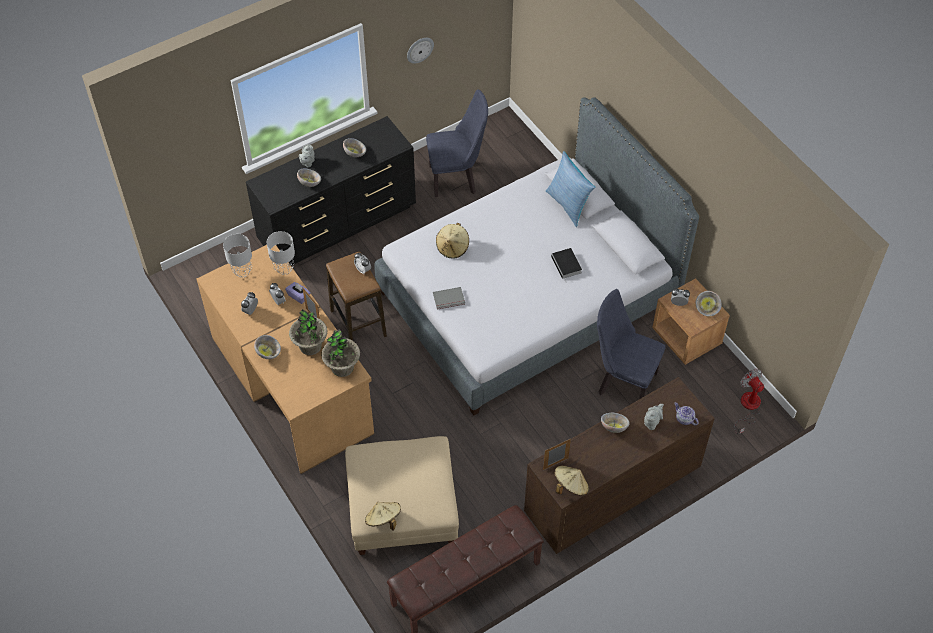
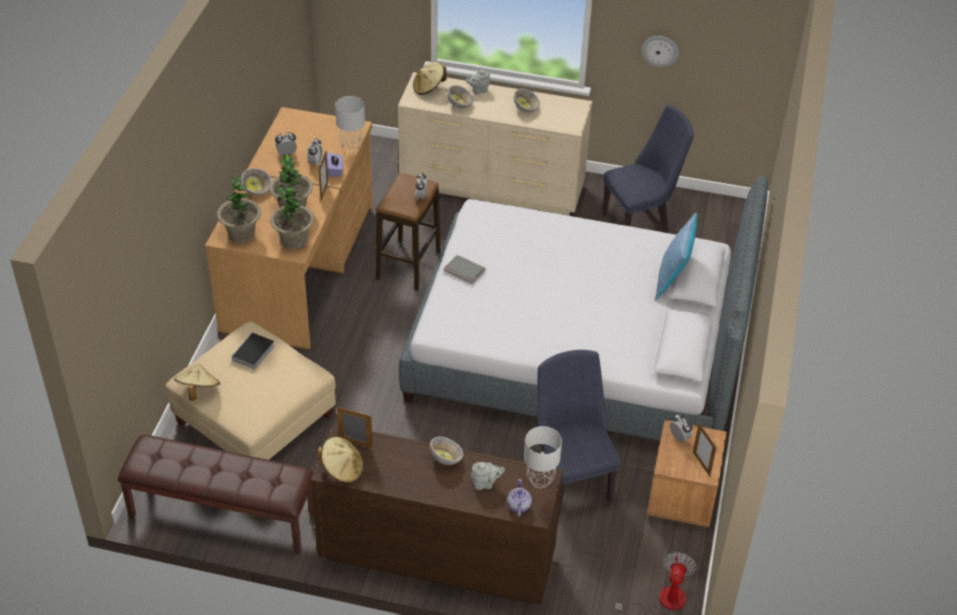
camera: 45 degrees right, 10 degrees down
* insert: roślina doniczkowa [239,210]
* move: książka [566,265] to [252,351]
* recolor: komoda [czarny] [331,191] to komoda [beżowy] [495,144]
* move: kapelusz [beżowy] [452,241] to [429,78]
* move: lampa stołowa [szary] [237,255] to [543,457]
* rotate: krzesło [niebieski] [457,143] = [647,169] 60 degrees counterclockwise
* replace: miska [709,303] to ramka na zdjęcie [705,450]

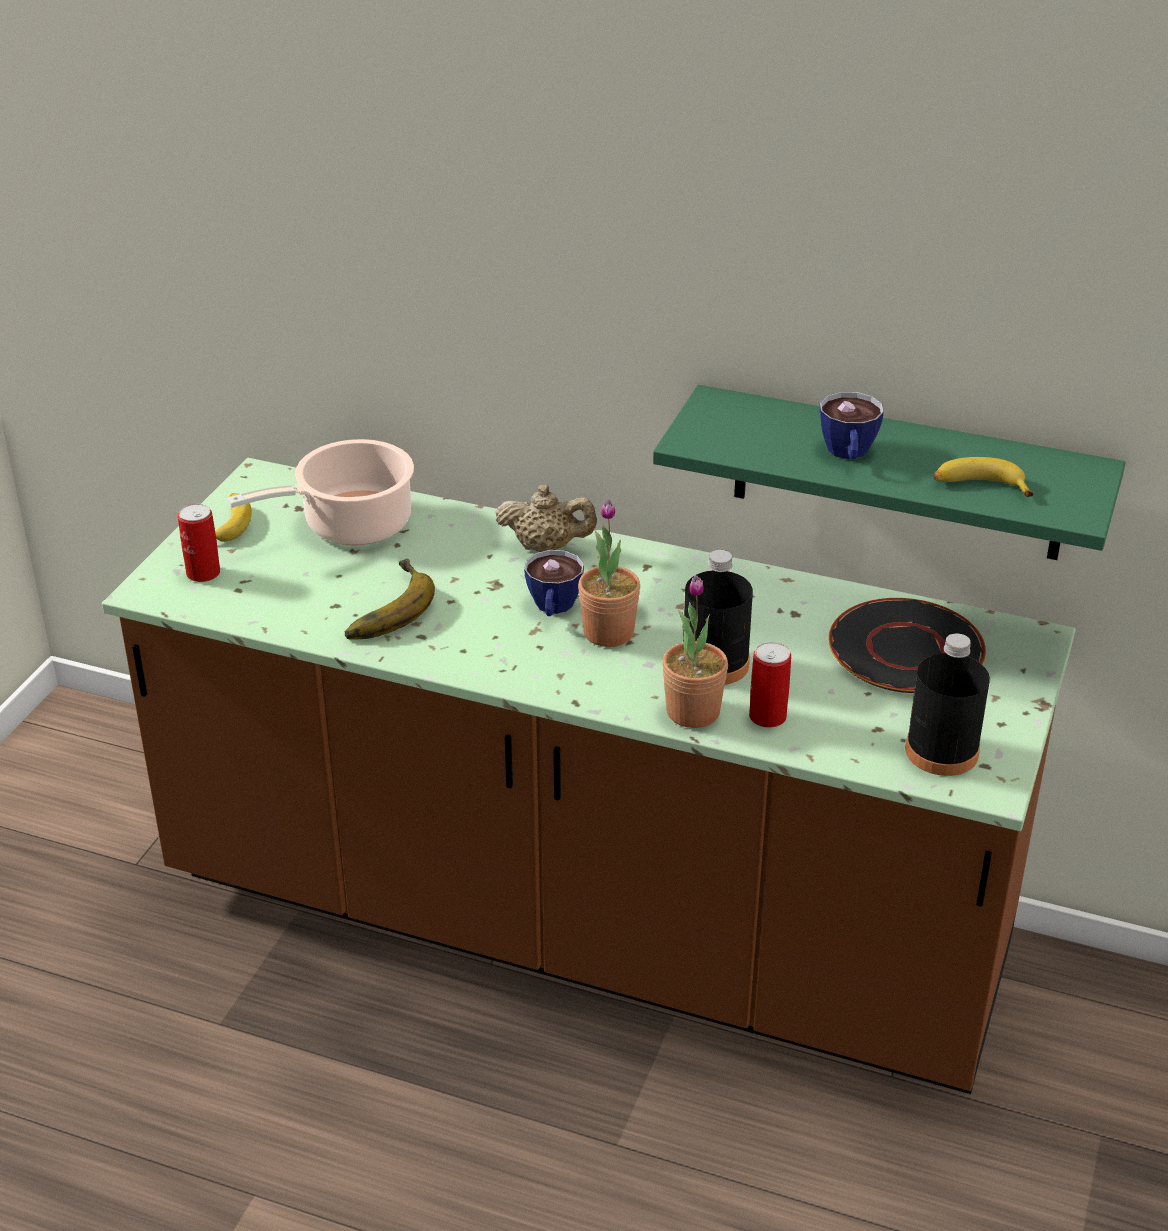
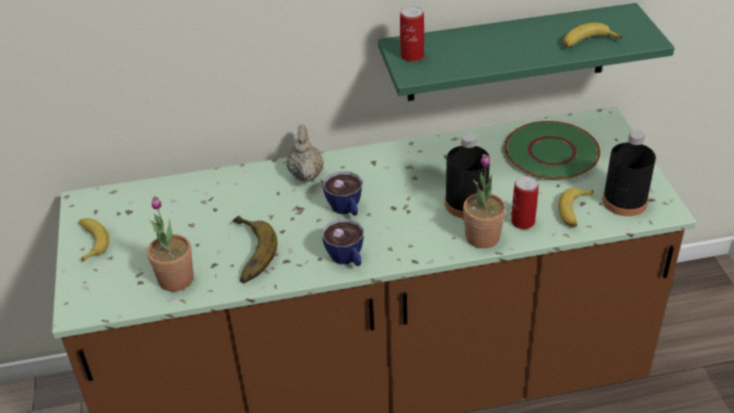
camera: 30 degrees left, 5 degrees up
* move: roślina doniczkowa [609,573] to [170,243]
* rotate: imbryk [beżowy] [546,518] = [305,154] 75 degrees counterclockwise
* move: filiżanka [852,425] to [342,242]
* move: puszka [199,543] to [412,34]
* recolor: talerz [czarny] [907,645] to talerz [zielony] [553,150]
* insert: banan [576,207]
* delete: garnek [320,492]

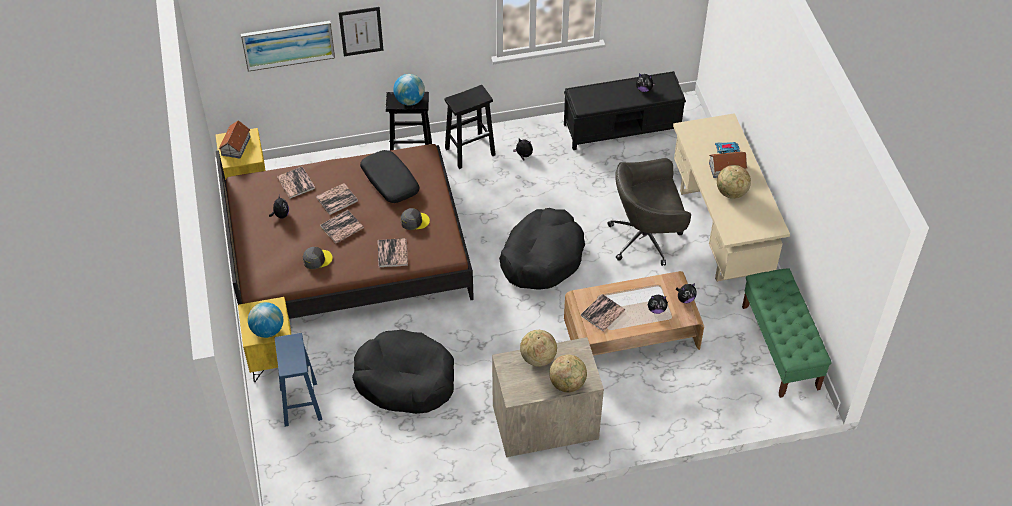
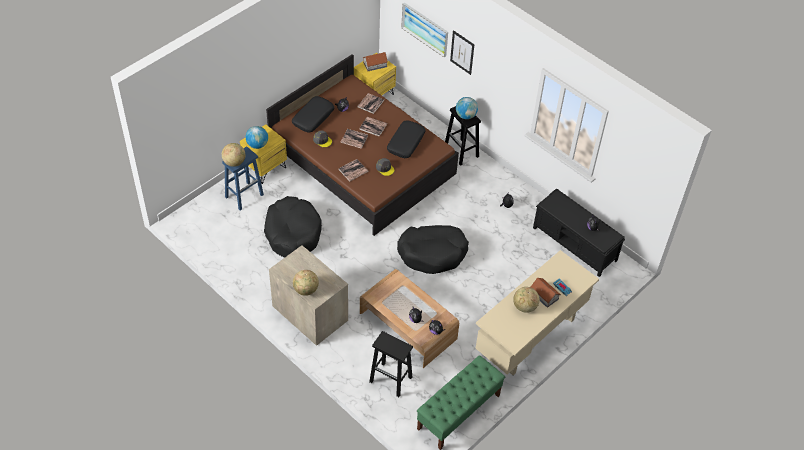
camera: 55 degrees right, 0 degrees up
* move: globus [538,348] to [233,155]
* insert: poduszka [czarny] [313,114]
* move: stołek [czarny] [470,127] to [391,364]
* delete: książka [603,312]
* delete: krzesło biurowe [szary] [649,212]

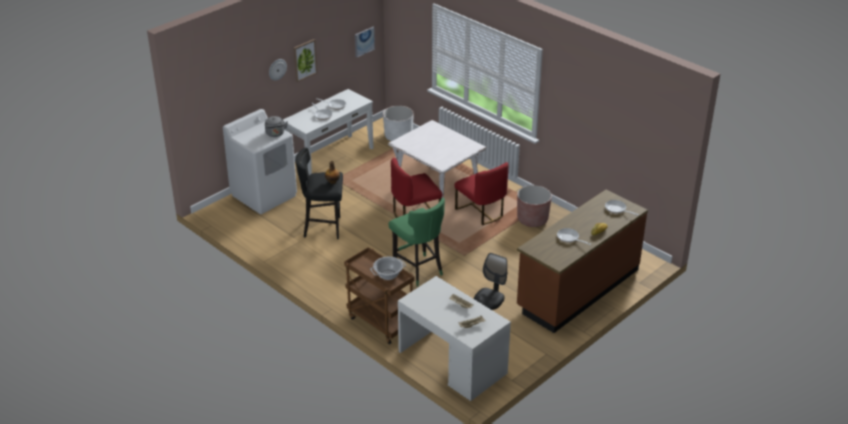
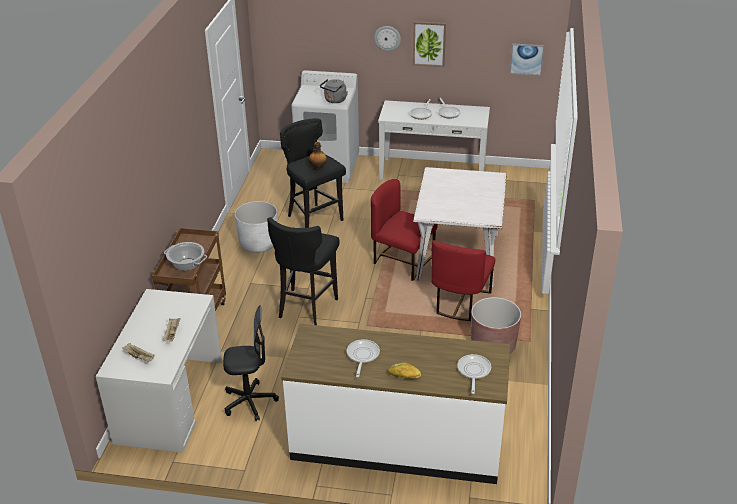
camera: 55 degrees right, 0 degrees up
* move: donica [biały] [398,123] to [256,227]
* recolor: stołek [zielony] [417,242] to stołek [czarny] [303,271]
* recolor: zabudowa kuchenna [brązowy] [582,261] to zabudowa kuchenna [biały] [395,404]

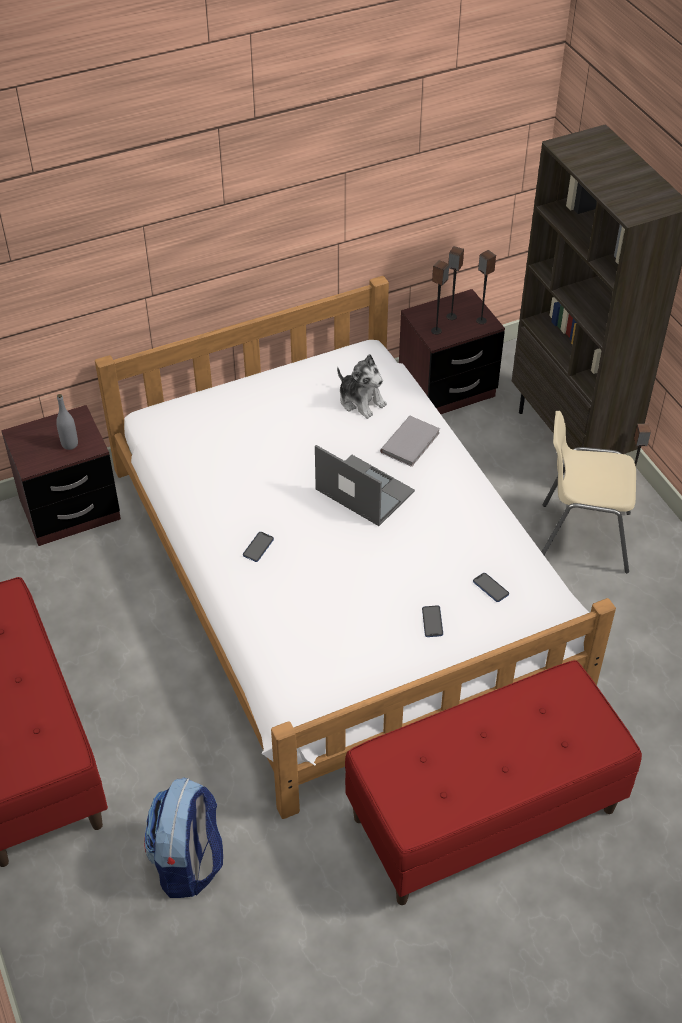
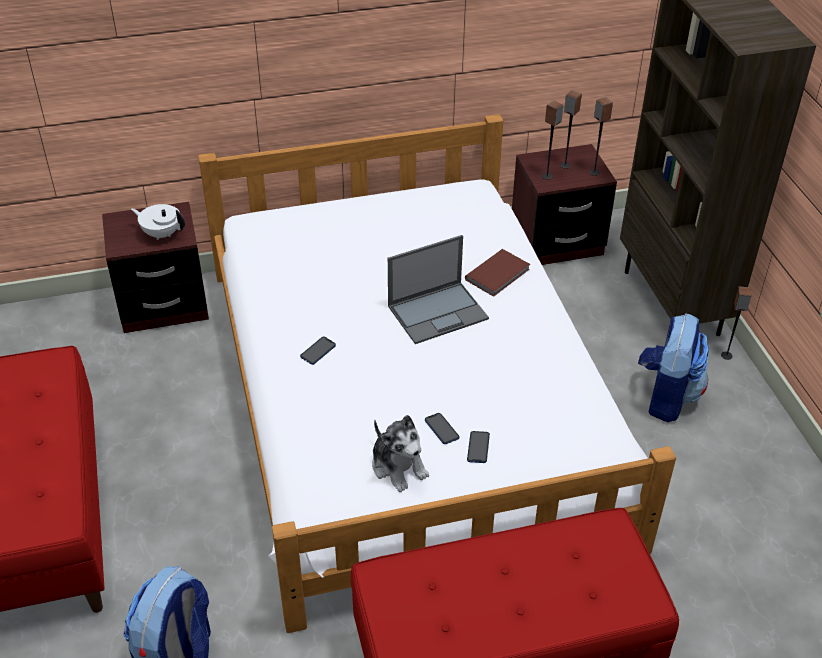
camera: 10 degrees right, 5 degrees down
* replace: butelka [szary] [67,422] to imbryk [biały] [158,222]
* move: pluszak [362,386] to [400,453]
* rotate: laptop [365,485] = [438,289] 105 degrees clockwise
* move: telefon [491,587] to [442,428]
* recolor: książka [szary] [410,441] to książka [brązowy] [497,273]
* replace: krzesło [beżowy] [589,492] to plecak [673,368]

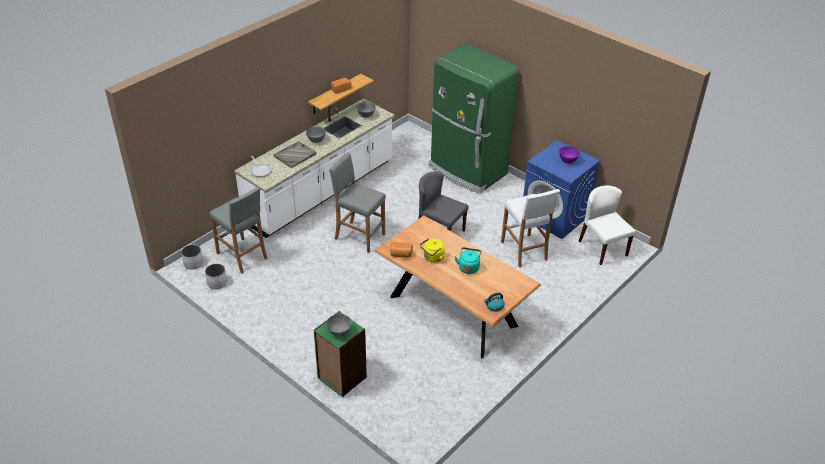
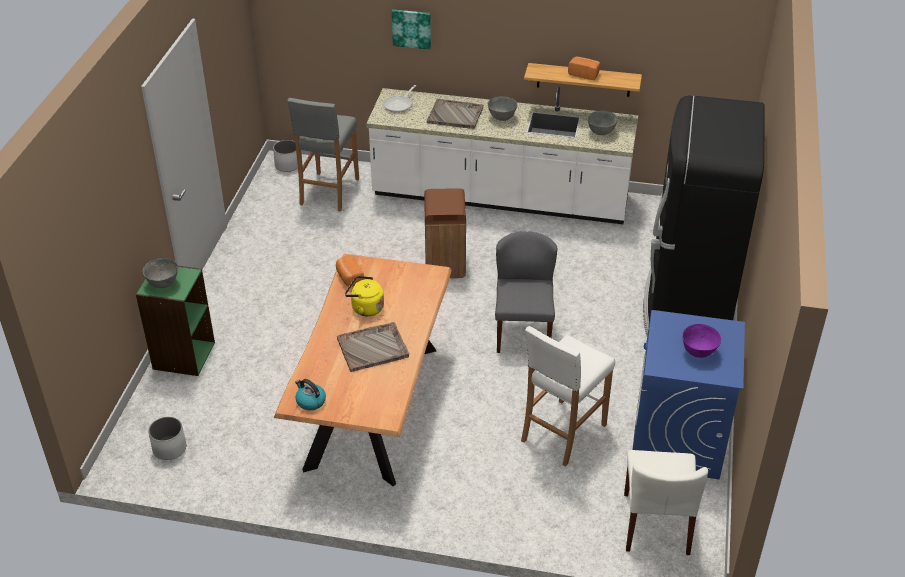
camera: 60 degrees right, 0 degrees up
* move: donica [biały] [216,276] to [167,438]
* replace: czajnik [turkusowy] [468,260] to taca [szary] [373,347]
* insert: obraz [411,29]
* replace: stołek [szary] [357,202] to kosz na śmieci [brązowy] [445,233]
* rotate: krzesło [biały] [607,225] = [666,502] 150 degrees clockwise
* recolor: lodówka [zielony] [473,119] to lodówka [czarny] [704,216]

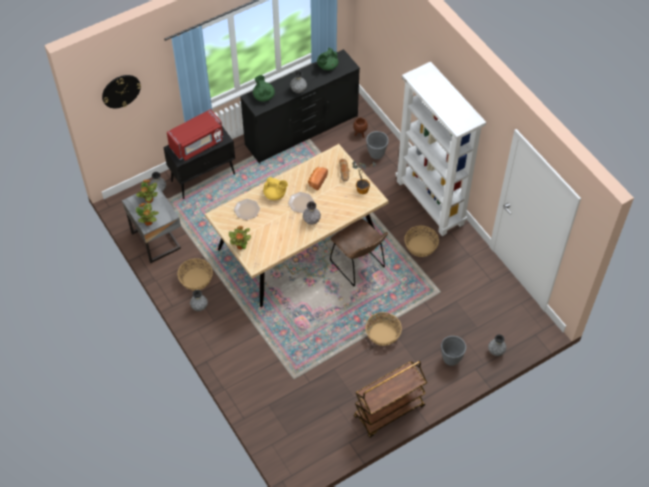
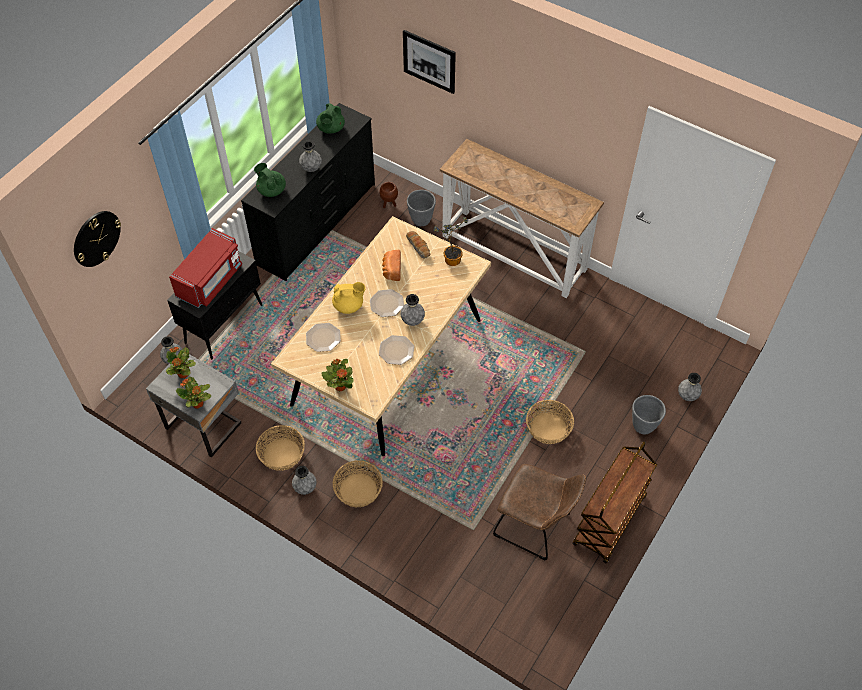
camera: 25 degrees left, 0 degrees up
* move: koszyk [421,241] to [358,484]
* insert: talerz [397,350]
* insert: obraz [429,62]
* replace: regał [biały] [440,149] to stolik konsolowy [522,218]
* move: krzesło [brązowy] [359,253] to [539,512]

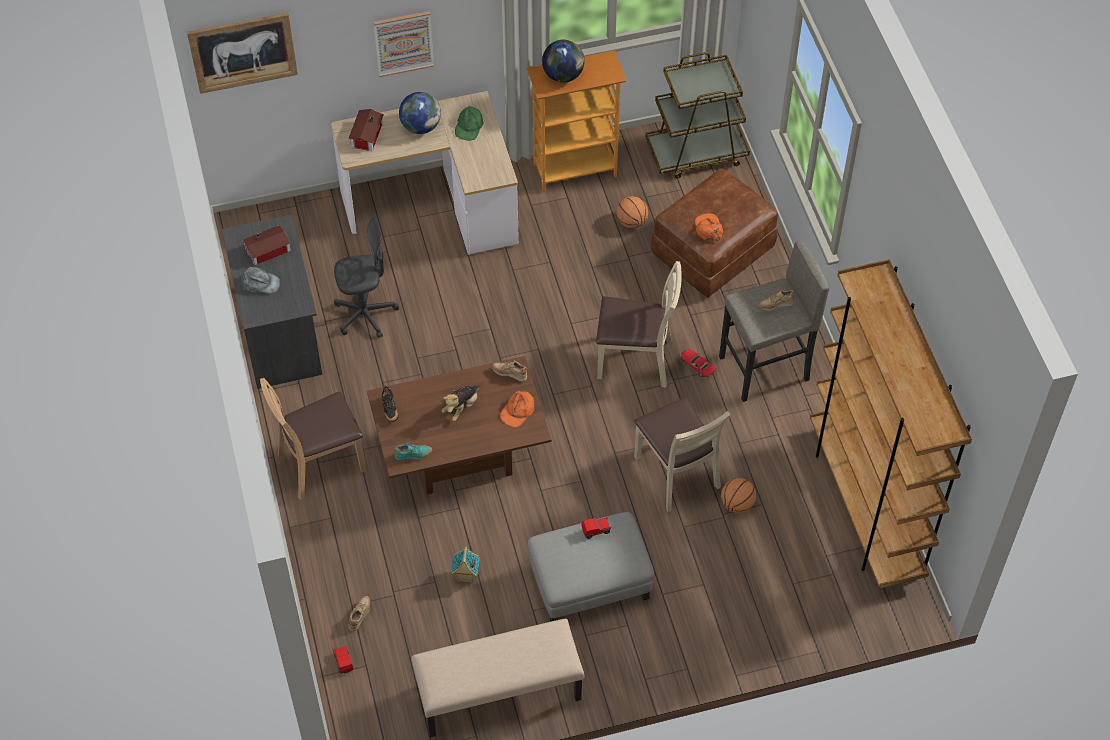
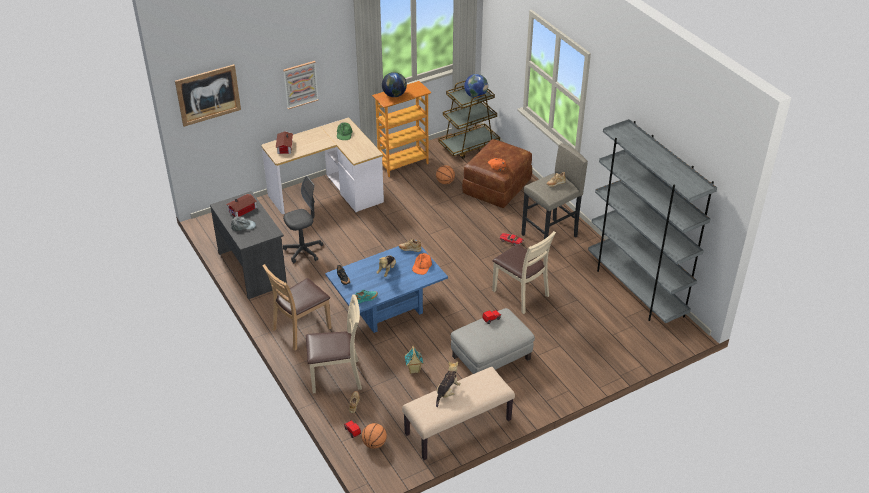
camera: 15 degrees left, 15 degrees down
* move: krzesło [beżowy] [639,324] to [334,344]
* recolor: ława [brązowy] [459,425] to ława [niebieski] [386,286]
* move: piłka do koszykówki [738,495] to [374,436]
* insert: pluszak [448,384]
* move: globus [420,113] to [476,86]
* recolor: regał [brązowy] [891,424] to regał [szary] [652,221]

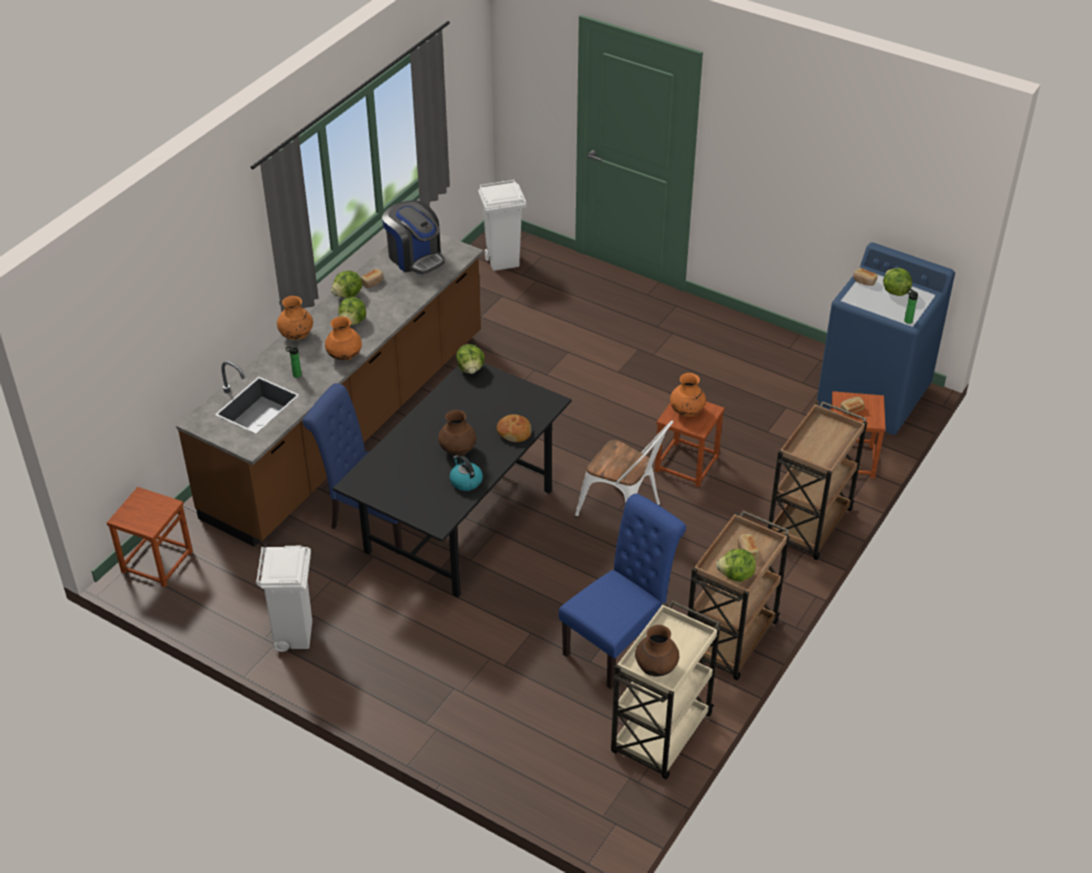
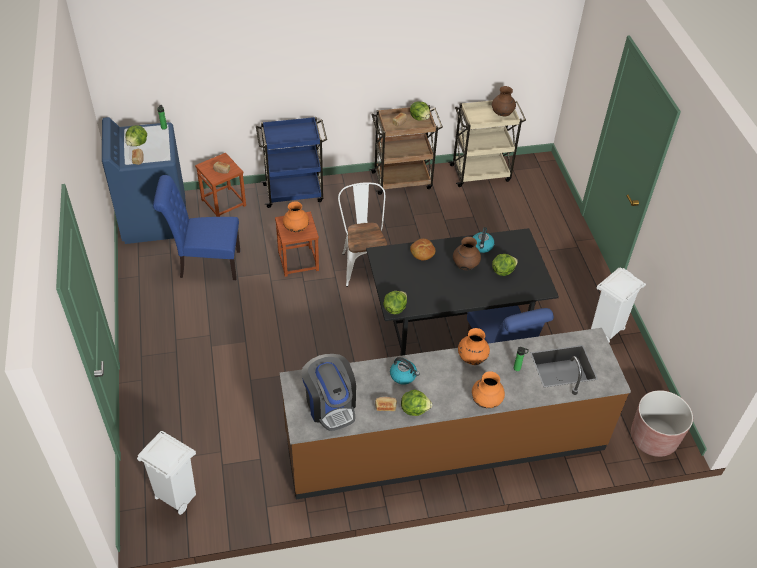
camera: 135 degrees left, 5 degrees up
* move: krzesło [niebieski] [622,591] to [196,227]
* recolor: wózek [brązowy] [817,480] to wózek [niebieski] [291,162]
* rotate: ekspres do kawy [413,237] = [328,392] 150 degrees clockwise
* insert: czajnik [405,371]
* move: sałata [352,311] to [505,265]
* replace: stołek [brązowy] [150,537] to donica [brązowy] [662,423]

